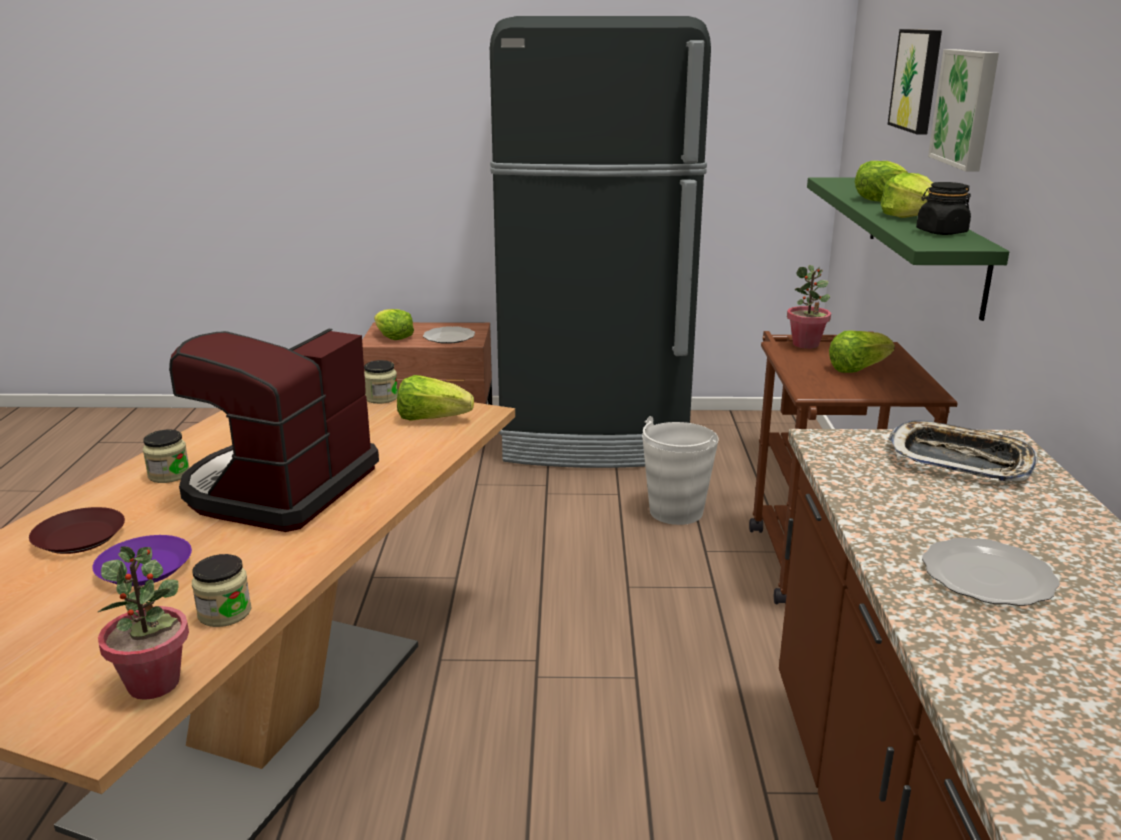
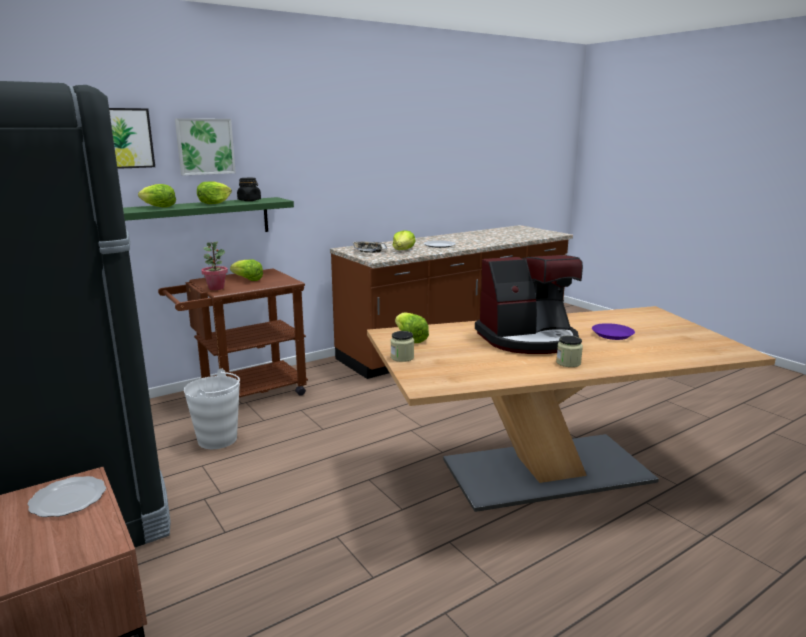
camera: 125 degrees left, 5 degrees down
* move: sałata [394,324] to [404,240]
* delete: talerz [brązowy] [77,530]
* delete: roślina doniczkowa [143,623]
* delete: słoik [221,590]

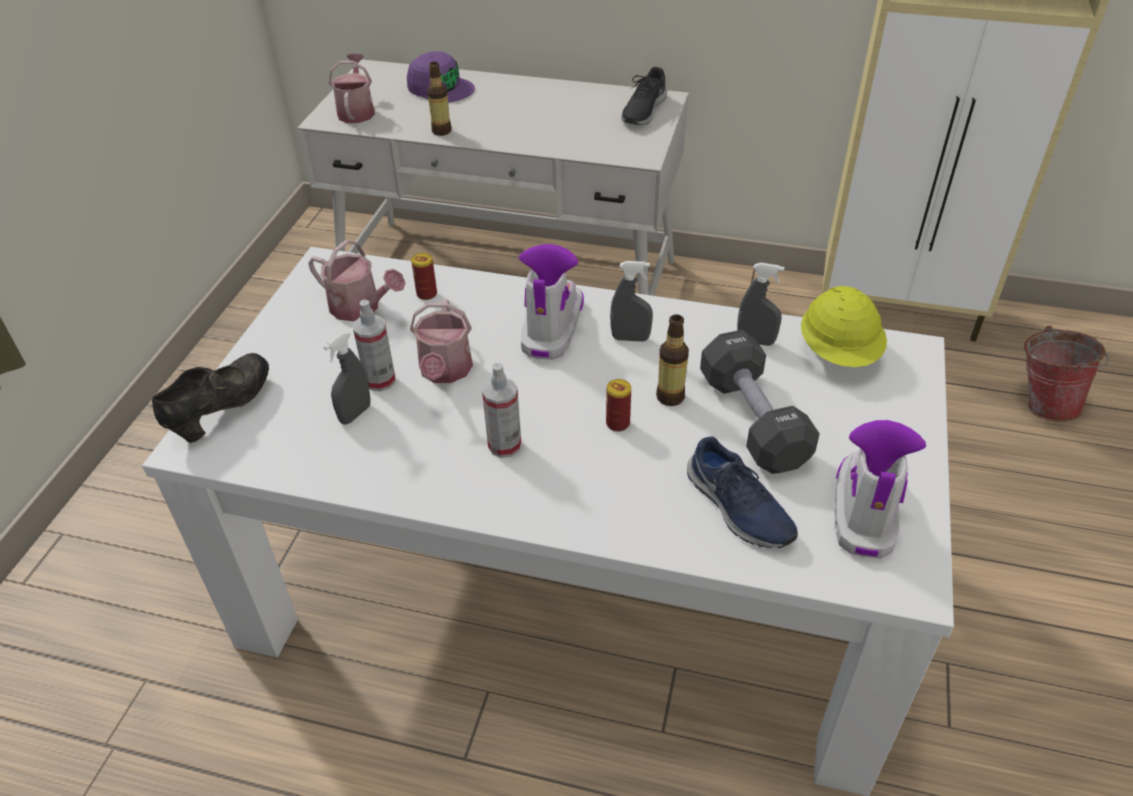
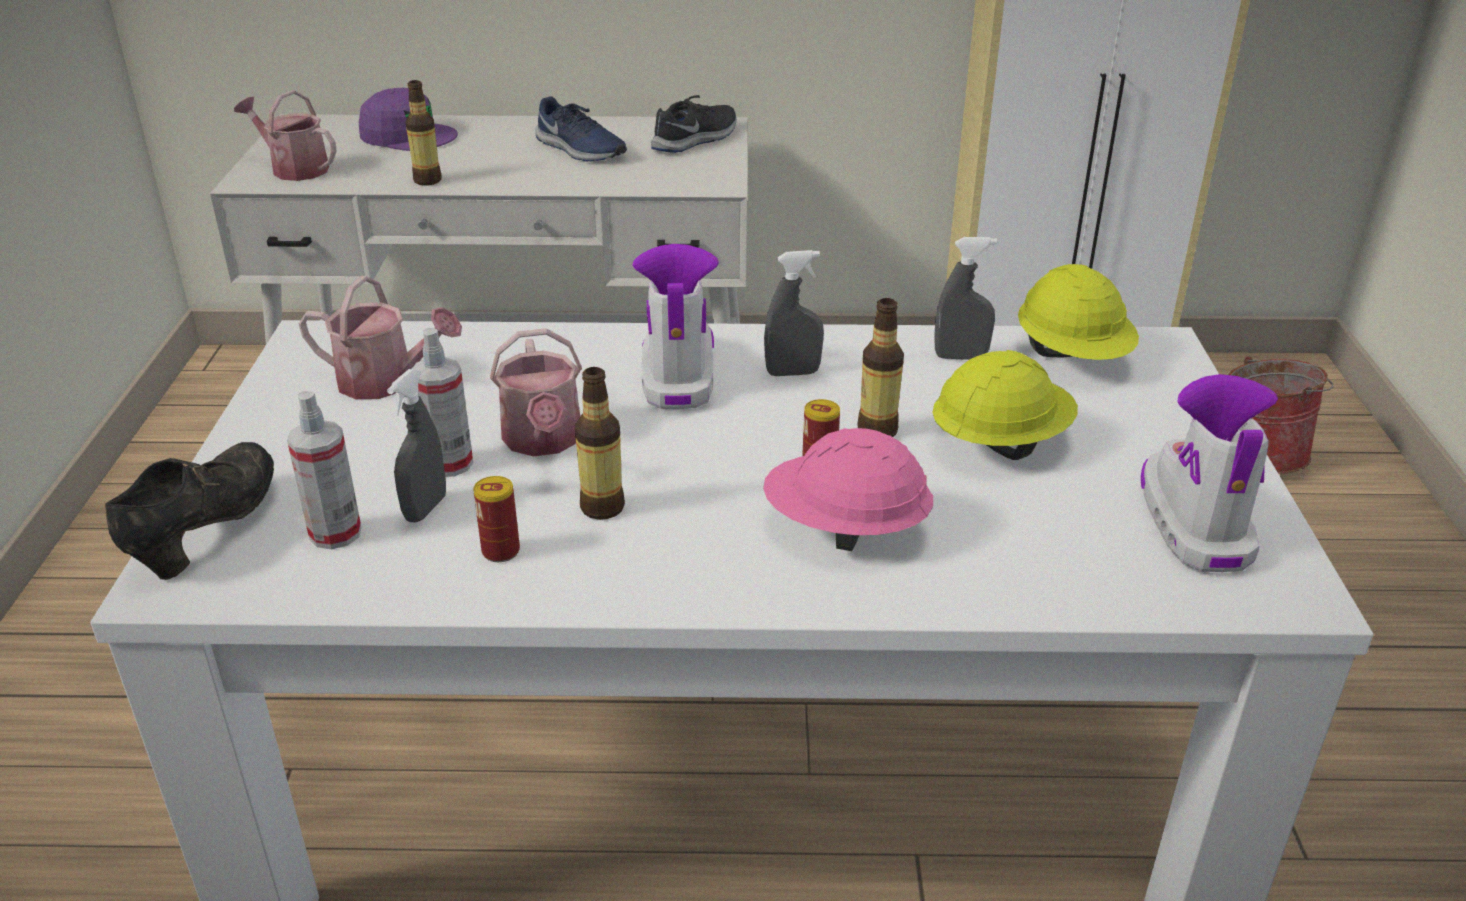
camera: 15 degrees left, 10 degrees down
* rotate: konewka [352,88] = [285,135] 45 degrees counterclockwise
* move: spryskiwacz [501,410] to [324,470]
* move: puszka [424,276] to [496,519]
* move: but [niebieski] [742,492] to [581,129]
* insert: butelka [600,443]
* rotate: but [czarny] [644,96] = [693,124] 150 degrees counterclockwise
* insert: kask [różowy] [848,489]
* replace: hantel [czarny] [760,402] to kask [żółty] [1005,405]

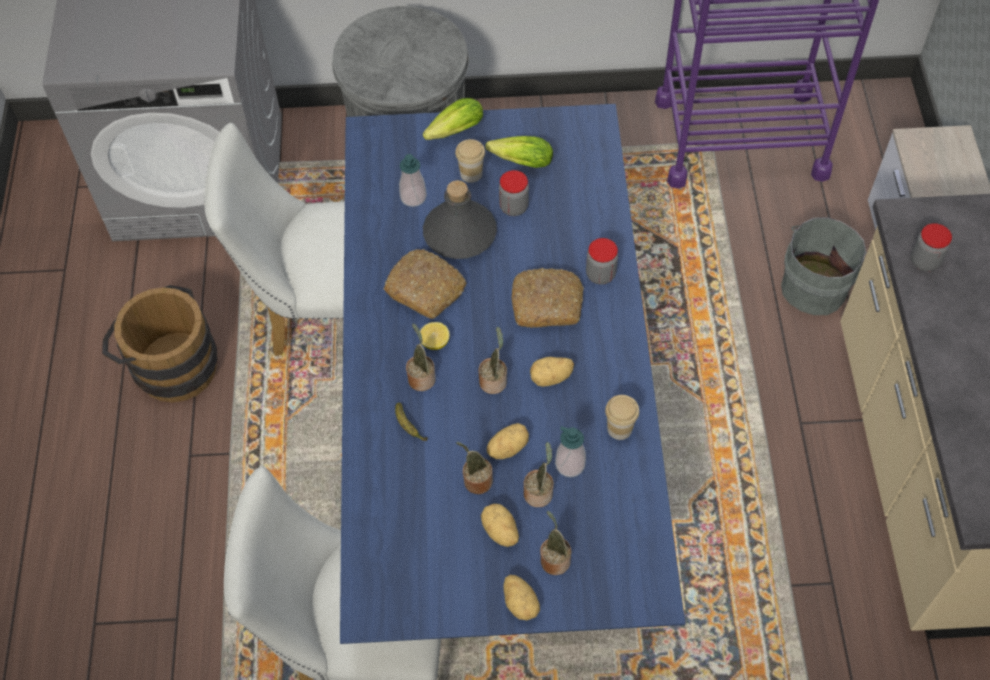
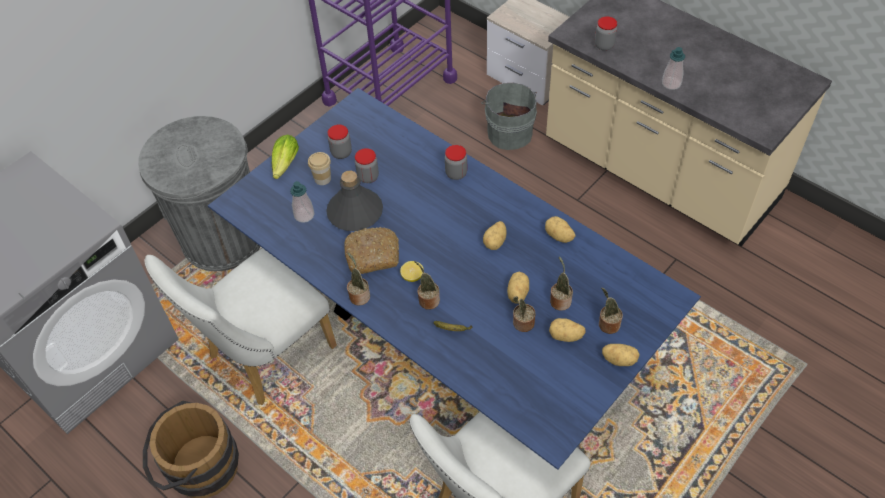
camera: 45 degrees left, 5 degrees down
* replace: sałata [519,152] to słoik [340,142]
* move: roślina doniczkowa [492,360] to [358,279]
* replace: filiżanka [622,417] to ziemniak [560,229]
* move: dozownik mydła [570,451] to [673,68]
* delete: chleb [548,298]

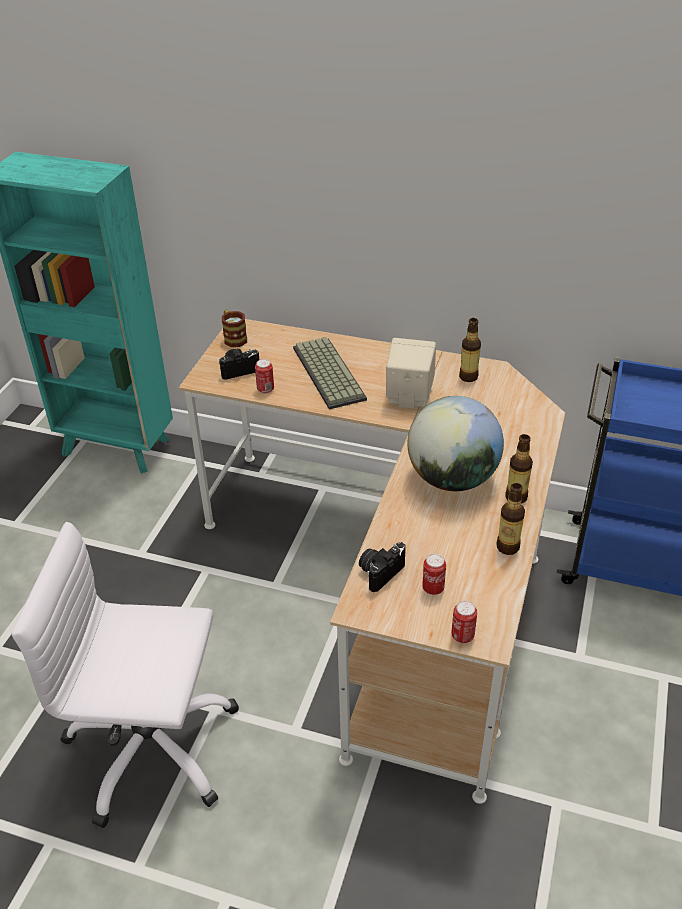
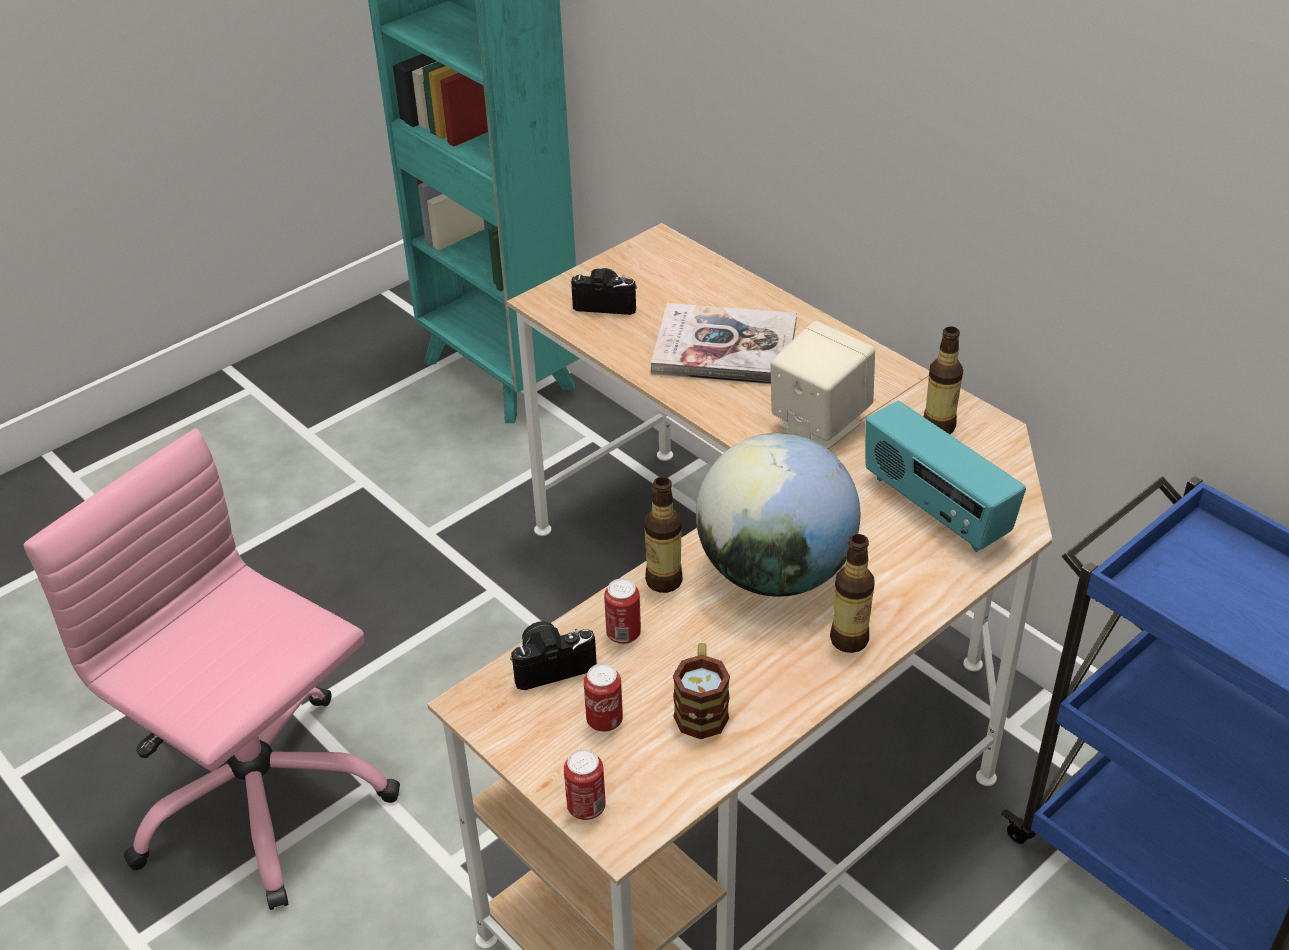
camera: 30 degrees right, 0 degrees up
* recolor: krzesło biurowe [biały] [125,675] to krzesło biurowe [różowy] [212,669]
* move: puszka [264,376] to [622,611]
* move: butelka [510,519] to [663,535]
* replace: klawiatura [330,373] to książka [724,343]
* move: kubek [234,328] to [701,691]
* insert: radio [945,476]

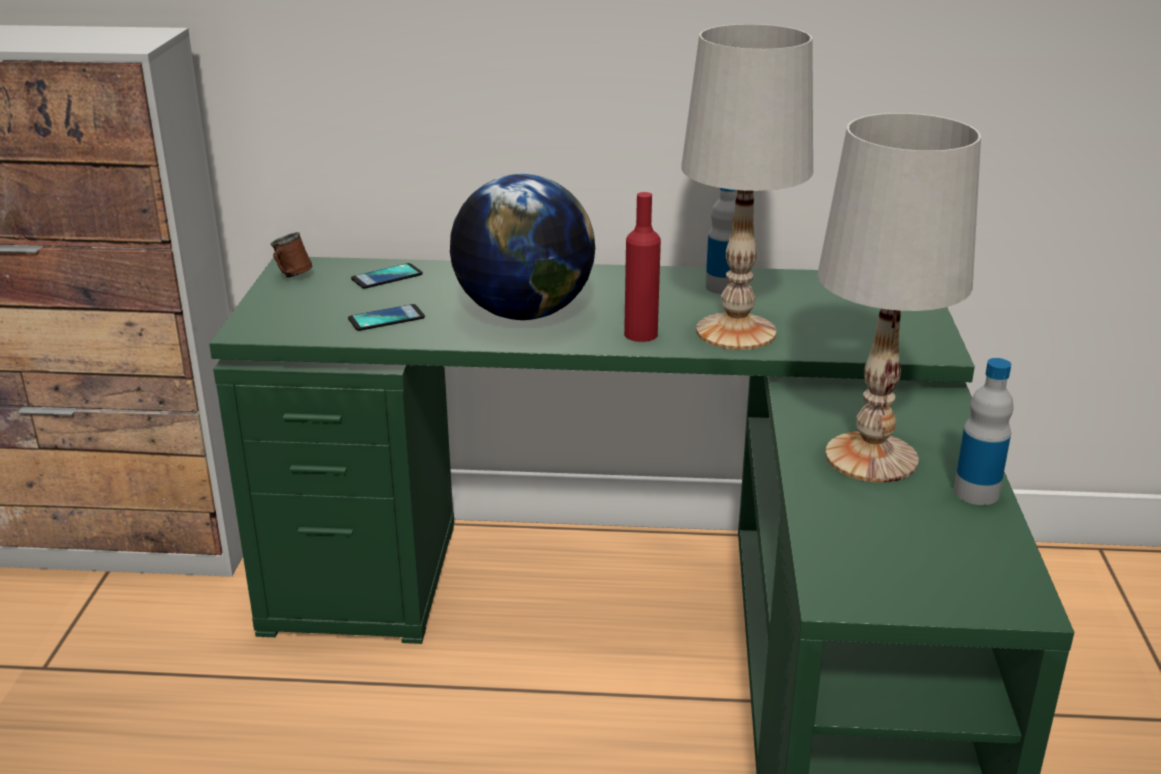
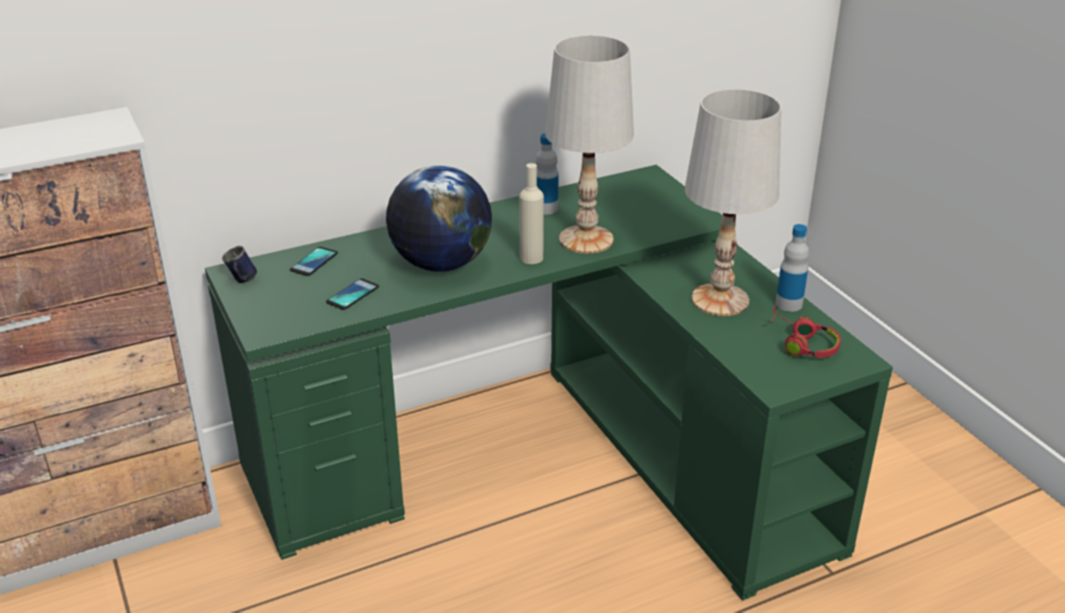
camera: 30 degrees left, 5 degrees up
* recolor: kubek [brązowy] [291,255] to kubek [niebieski] [239,264]
* recolor: butelka [czerwony] [642,267] to butelka [beżowy] [531,213]
* insert: słuchawki [czerwony] [805,332]

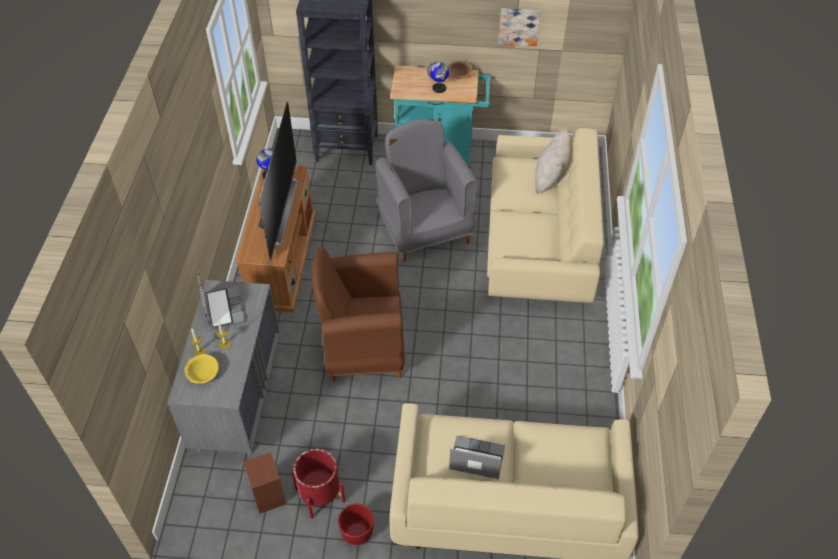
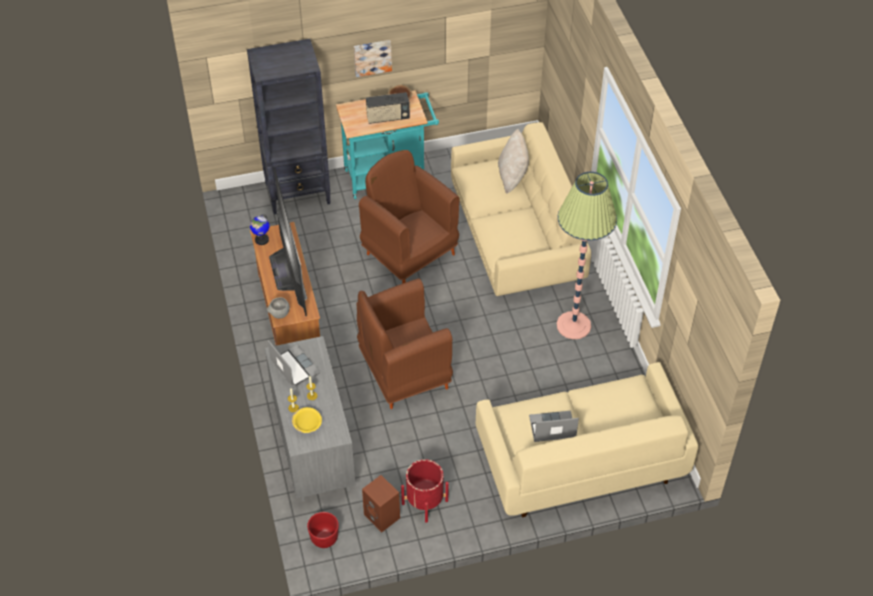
camera: 20 degrees left, 0 degrees up
* insert: miska [szary] [278,308]
* move: donica [czerwony] [356,524] to [323,530]
* move: obraz [519,27] to [373,58]
* recolor: fotel [szary] [426,190] to fotel [brązowy] [409,217]
* replace: globus [438,77] to radio [388,108]
* insert: lampa stojąca [587,255]

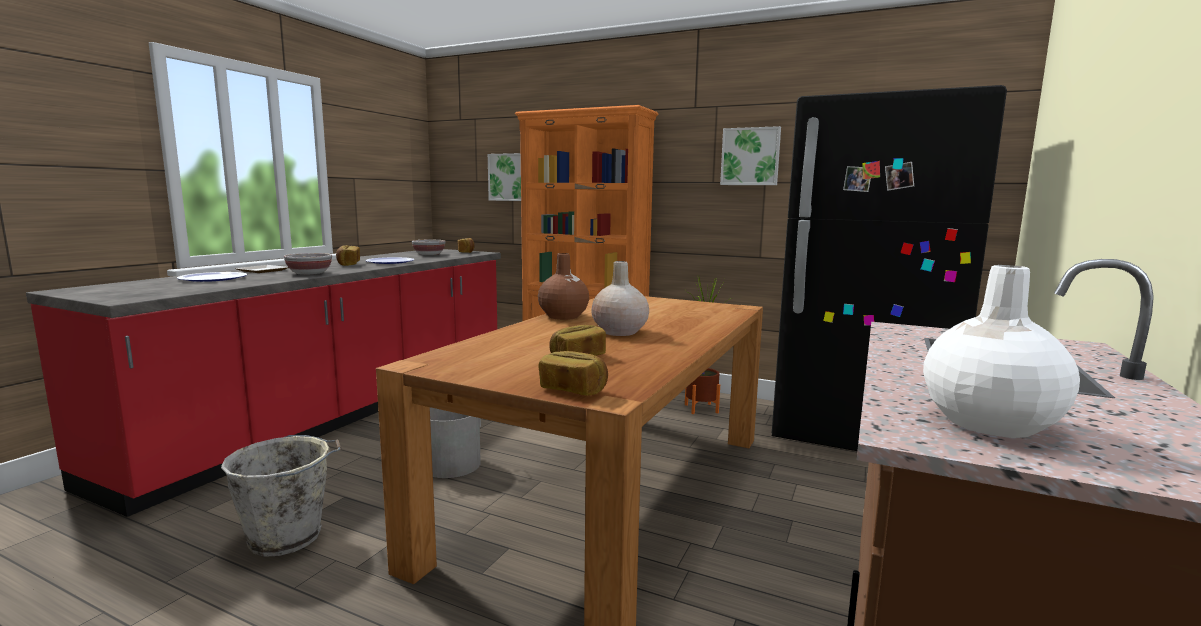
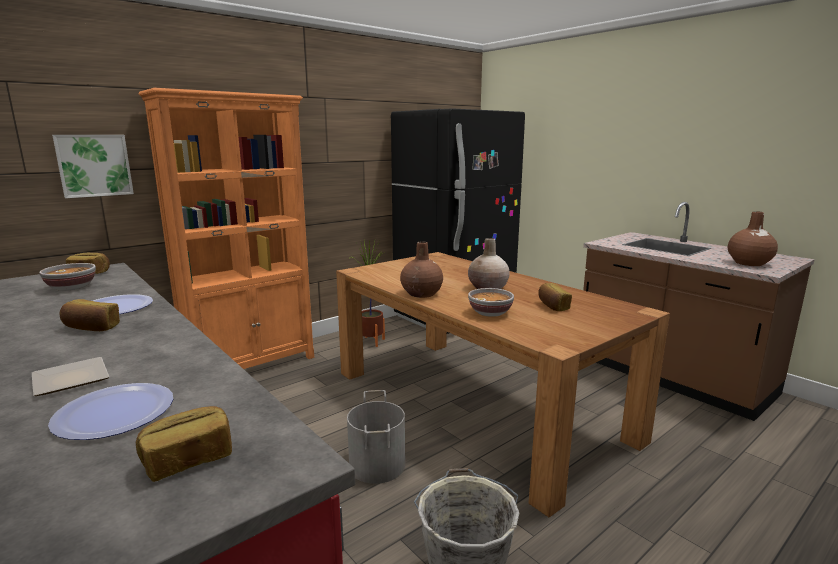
camera: 65 degrees left, 5 degrees up
* move: chleb [573,373] to [184,444]
* move: miska [308,264] to [491,302]
* recolor: wazon [biały] [1001,351] to wazon [brązowy] [753,238]
* delete: obraz [750,155]

